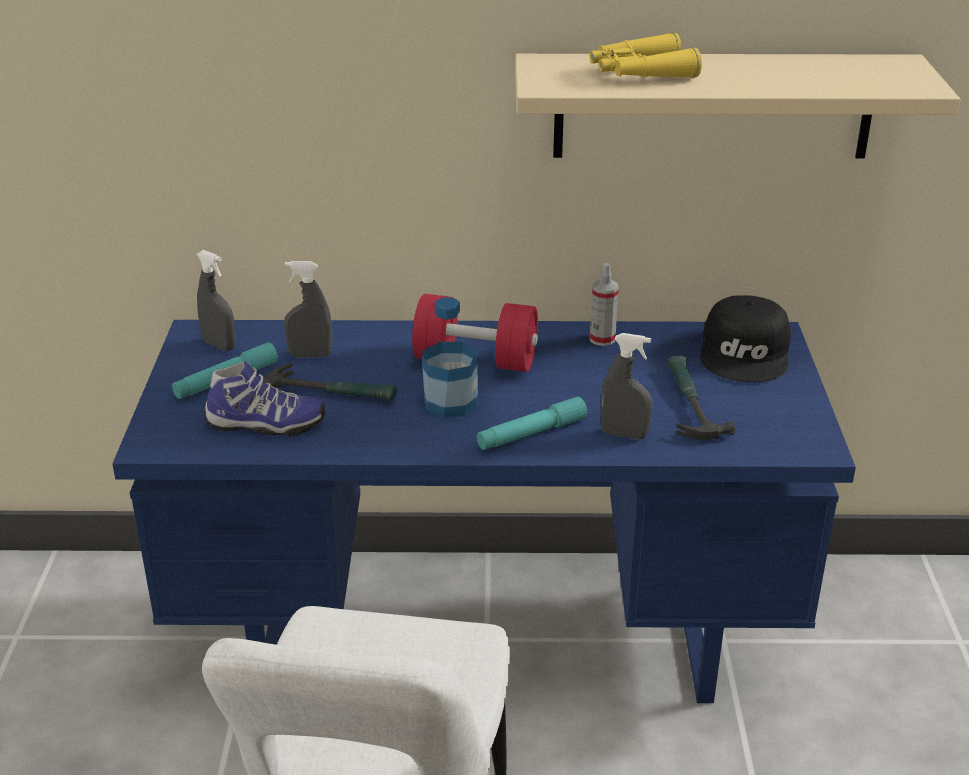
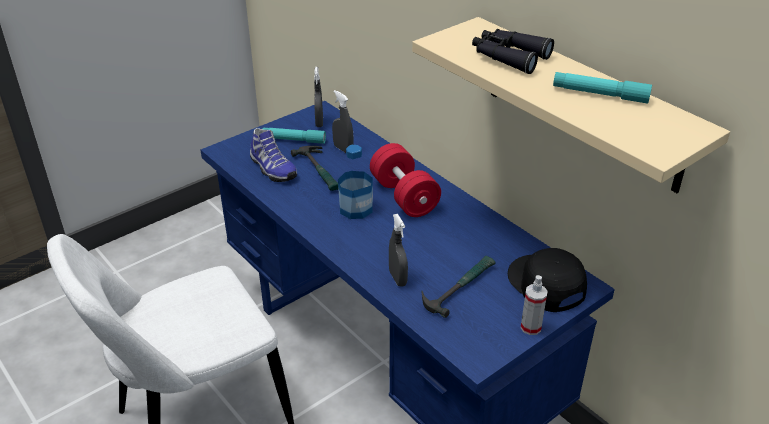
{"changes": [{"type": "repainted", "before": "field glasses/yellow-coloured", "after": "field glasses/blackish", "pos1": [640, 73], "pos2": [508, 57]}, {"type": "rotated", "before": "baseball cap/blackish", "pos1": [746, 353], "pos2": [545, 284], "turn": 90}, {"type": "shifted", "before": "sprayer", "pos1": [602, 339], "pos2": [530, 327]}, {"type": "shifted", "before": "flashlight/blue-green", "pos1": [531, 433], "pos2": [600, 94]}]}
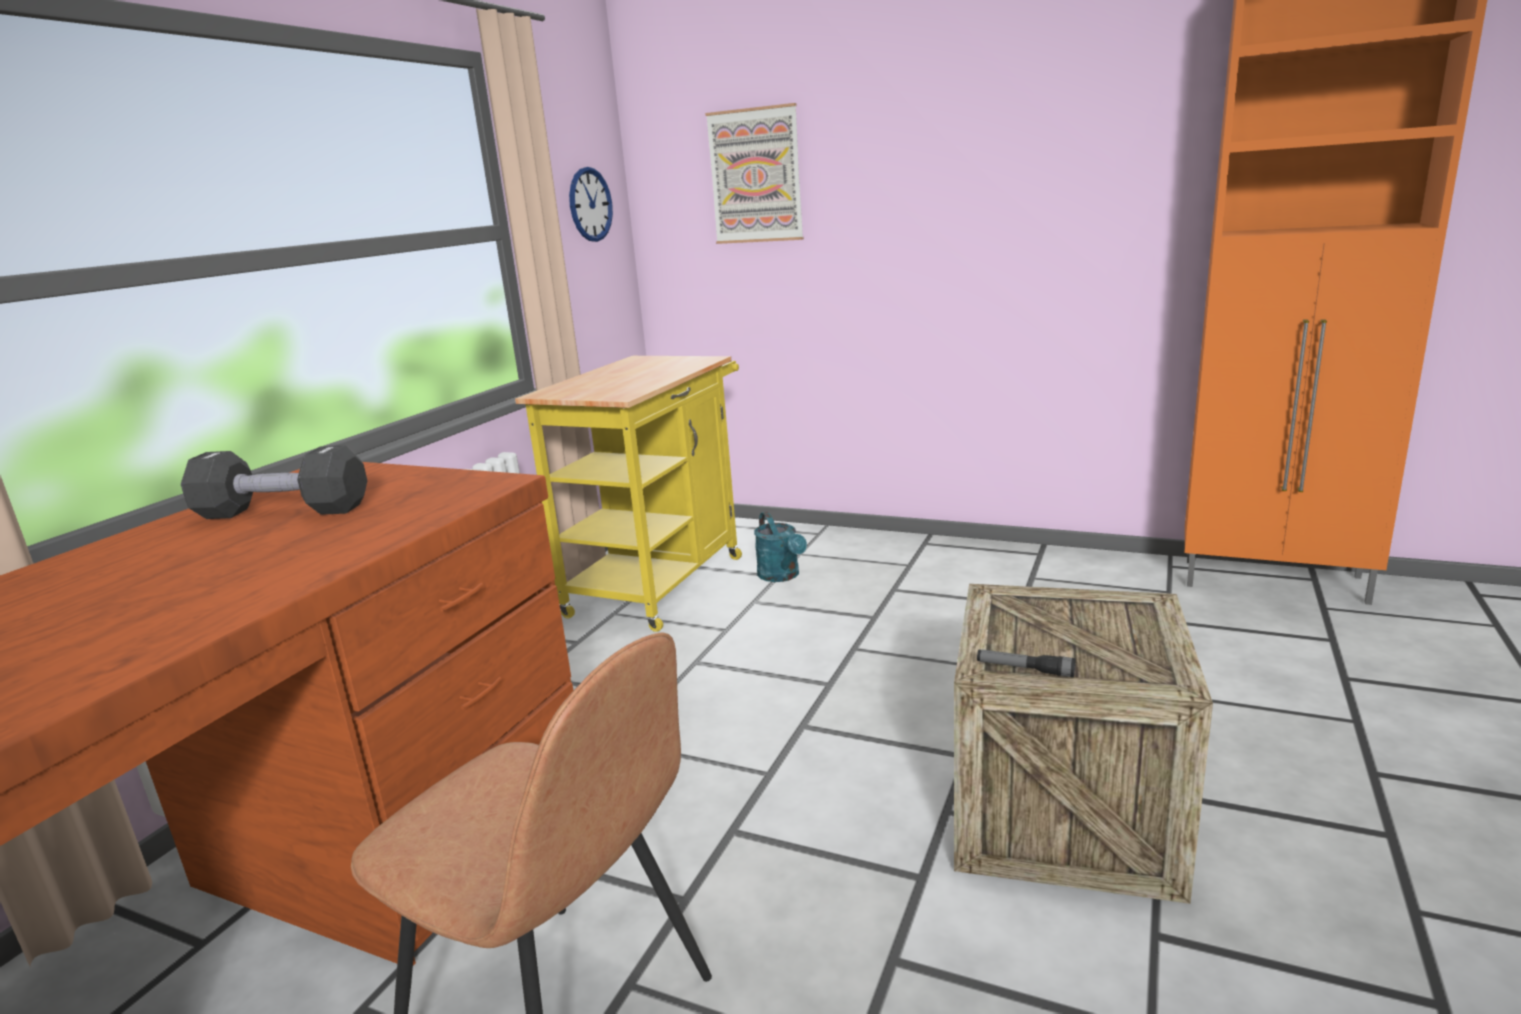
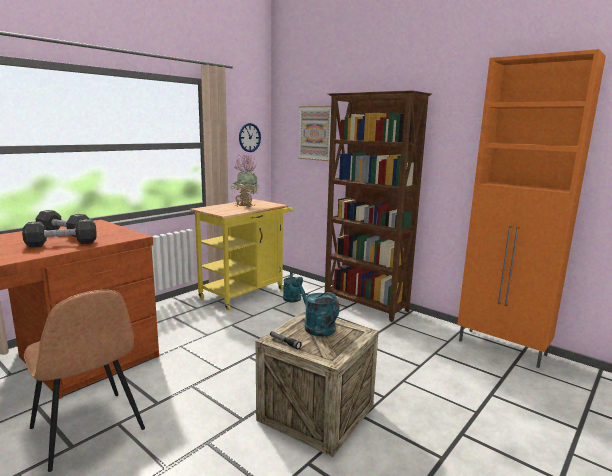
{"changes": [{"type": "new", "after": "dumbbell/blackish", "pos2": [62, 244]}, {"type": "new", "after": "plant in a pot", "pos2": [245, 206]}, {"type": "new", "after": "watering can/blue-green", "pos2": [315, 326]}, {"type": "new", "after": "shelving unit/brownish", "pos2": [365, 305]}]}
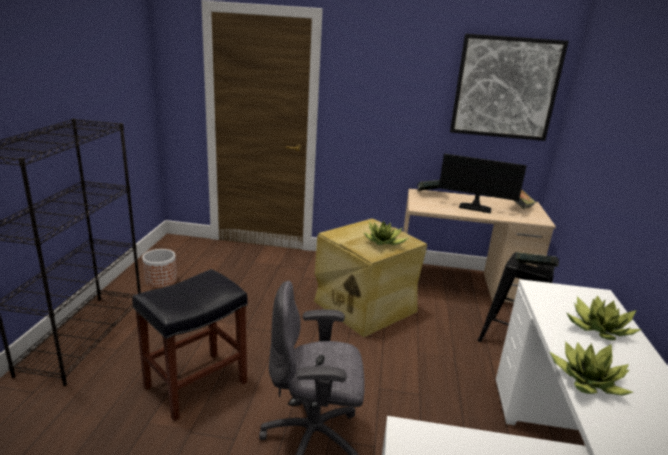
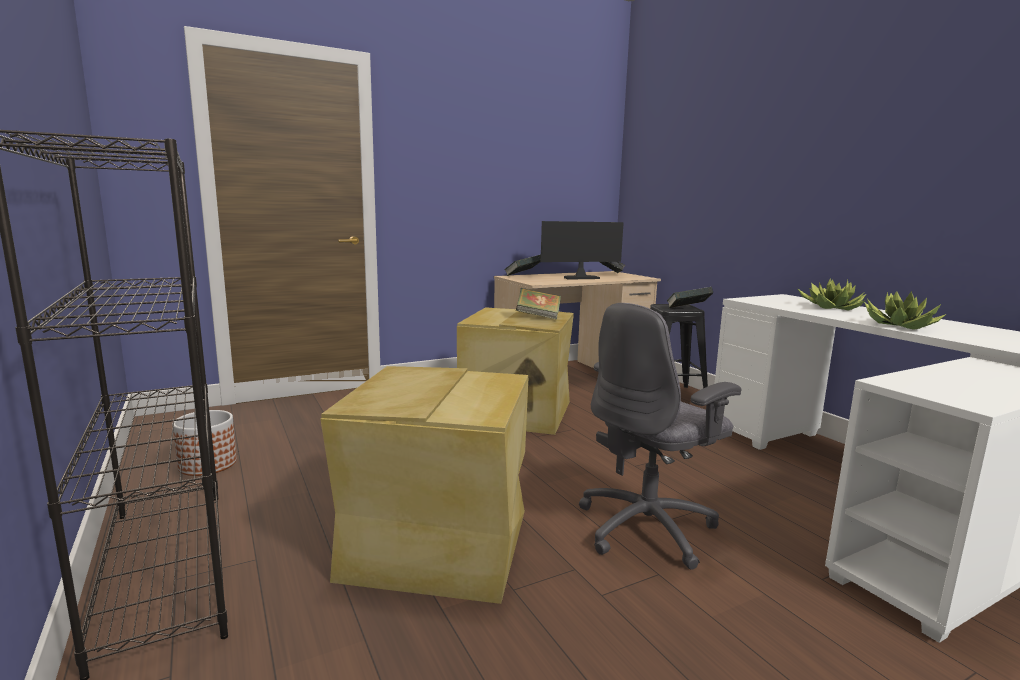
{"changes": [{"type": "swapped", "before": "stool seat/blackish", "after": "storage container/sand-coloured", "pos1": [197, 383], "pos2": [441, 542]}, {"type": "swapped", "before": "plant in a pot", "after": "bound book", "pos1": [383, 242], "pos2": [538, 317]}, {"type": "gone", "before": "wall art", "pos1": [505, 88]}]}
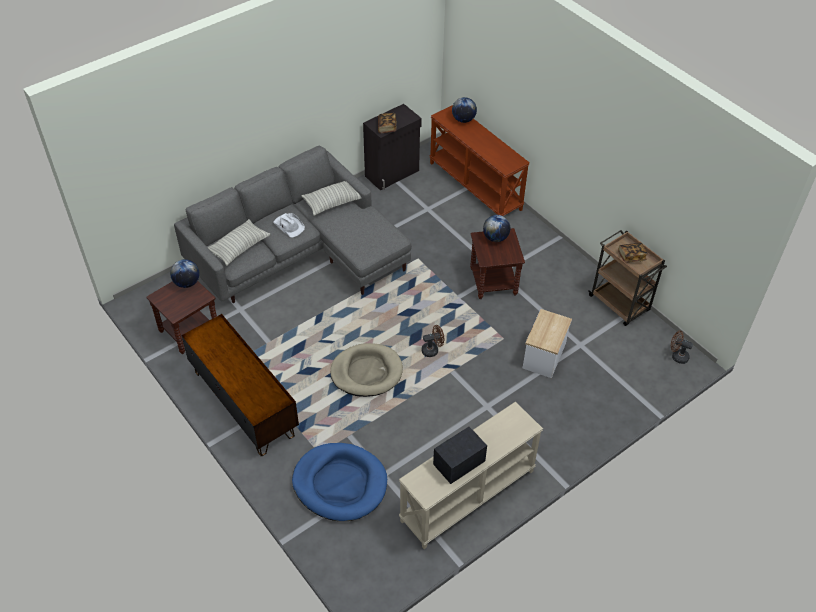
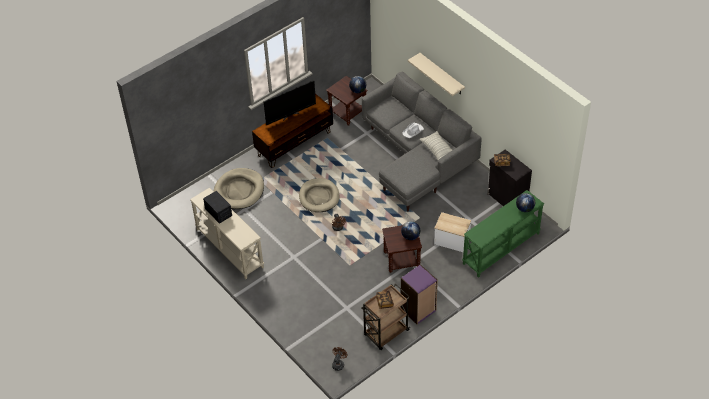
{"changes": [{"type": "repainted", "before": "pet bed/bluish", "after": "pet bed/sand-coloured", "pos1": [340, 484], "pos2": [239, 190]}, {"type": "new", "after": "TV set", "pos2": [290, 115]}, {"type": "new", "after": "shelving unit/purple", "pos2": [418, 310]}, {"type": "new", "after": "shelf/sand-coloured", "pos2": [442, 74]}, {"type": "shifted", "before": "end table", "pos1": [543, 356], "pos2": [452, 241]}, {"type": "repainted", "before": "console table/brownish", "after": "console table/green", "pos1": [476, 186], "pos2": [501, 249]}, {"type": "gone", "before": "pillow", "pos1": [239, 247]}]}
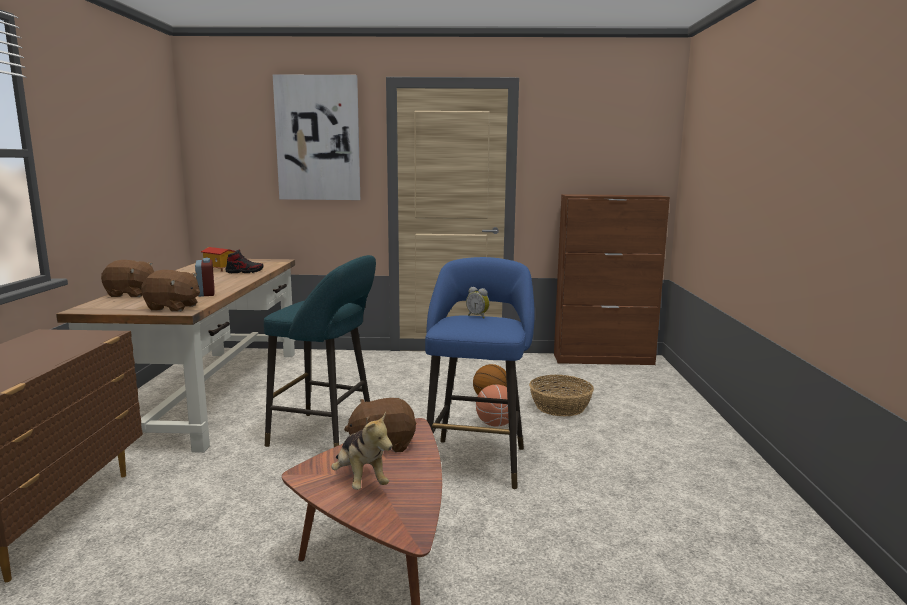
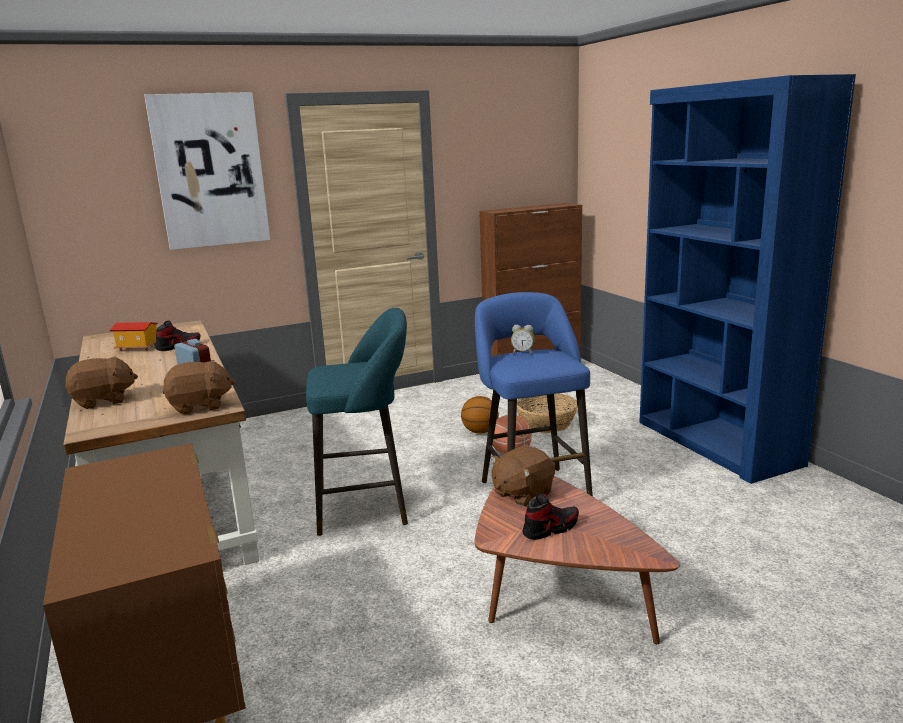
{"changes": [{"type": "swapped", "before": "plush toy", "after": "low shoe", "pos1": [360, 480], "pos2": [550, 528]}, {"type": "new", "after": "shelving unit/bluish", "pos2": [716, 443]}]}
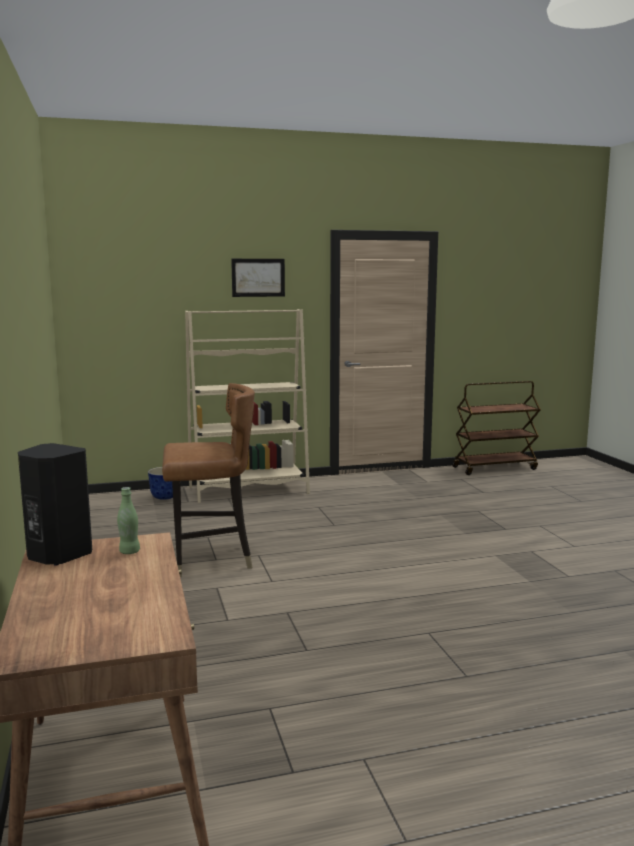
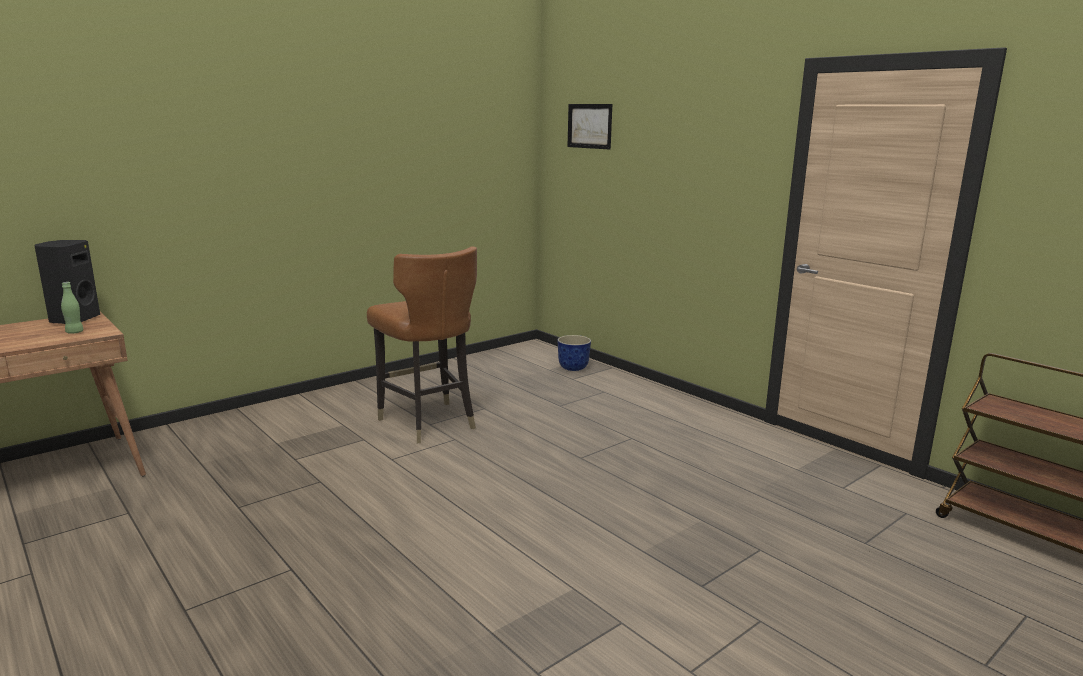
{"changes": [{"type": "shifted", "before": "wall art", "pos1": [258, 277], "pos2": [589, 126]}, {"type": "gone", "before": "shelving unit/sand-coloured", "pos1": [248, 490]}]}
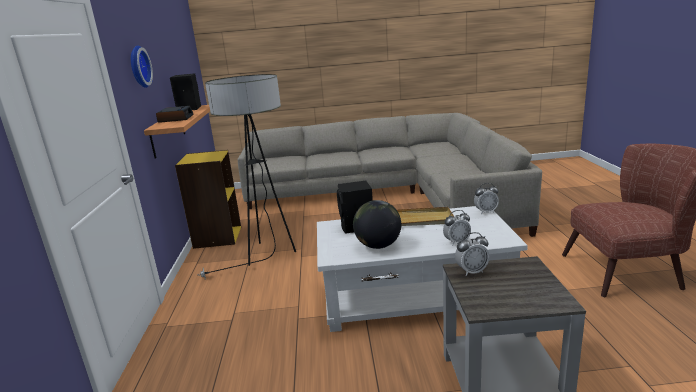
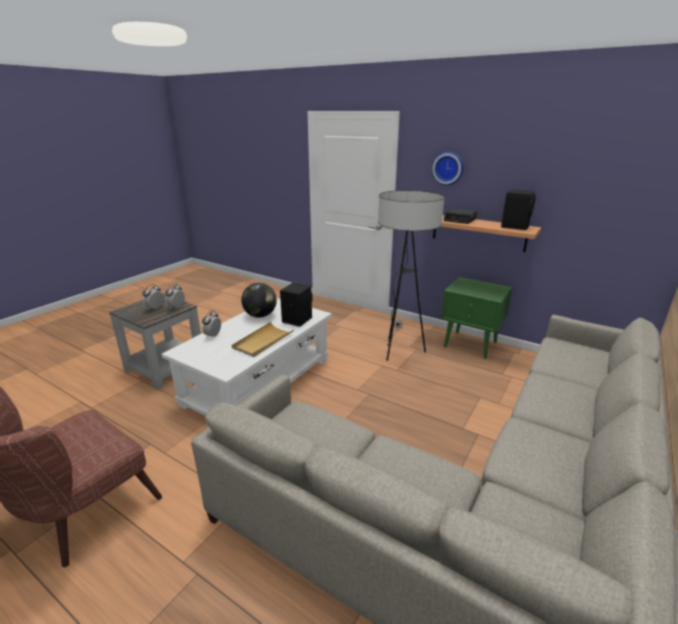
{"changes": [{"type": "shifted", "before": "bedside clock", "pos1": [485, 212], "pos2": [155, 308]}, {"type": "swapped", "before": "shelving unit/yellow-coloured", "after": "night table/green", "pos1": [217, 237], "pos2": [471, 344]}]}
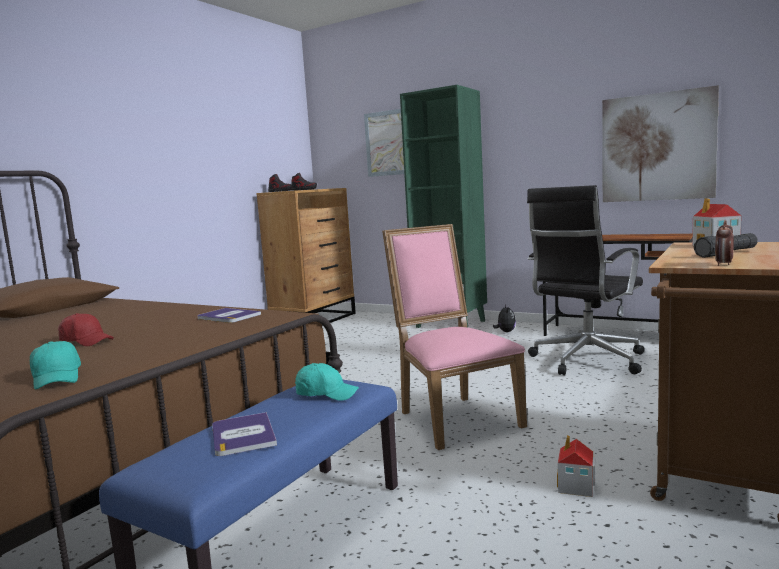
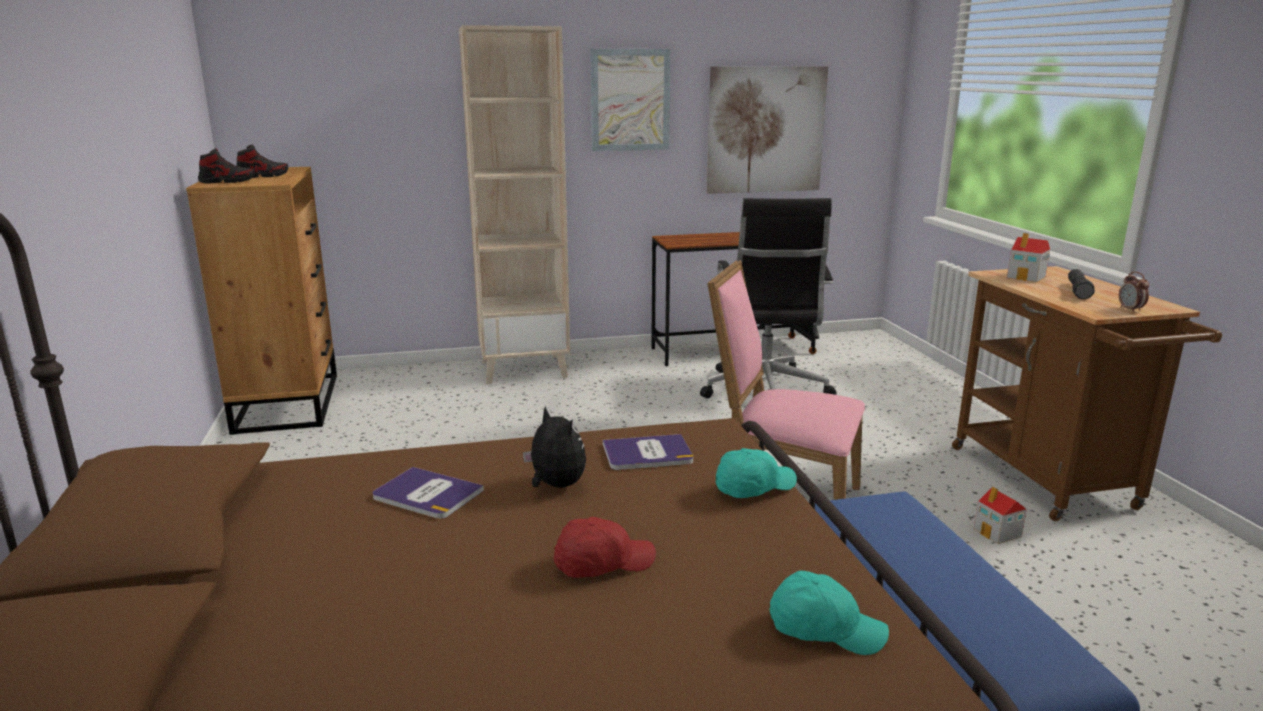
{"changes": [{"type": "shifted", "before": "bound book", "pos1": [243, 435], "pos2": [427, 494]}, {"type": "repainted", "before": "shelving unit/green", "after": "shelving unit/sand-coloured", "pos1": [451, 324], "pos2": [524, 369]}, {"type": "shifted", "before": "plush toy", "pos1": [505, 332], "pos2": [555, 486]}, {"type": "shifted", "before": "wall art", "pos1": [388, 143], "pos2": [630, 100]}, {"type": "shifted", "before": "baseball cap/blue-green", "pos1": [326, 394], "pos2": [753, 487]}]}
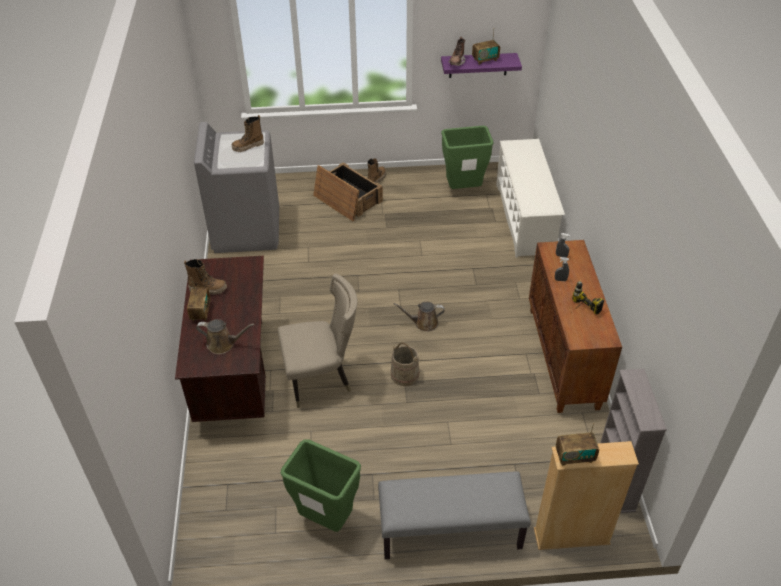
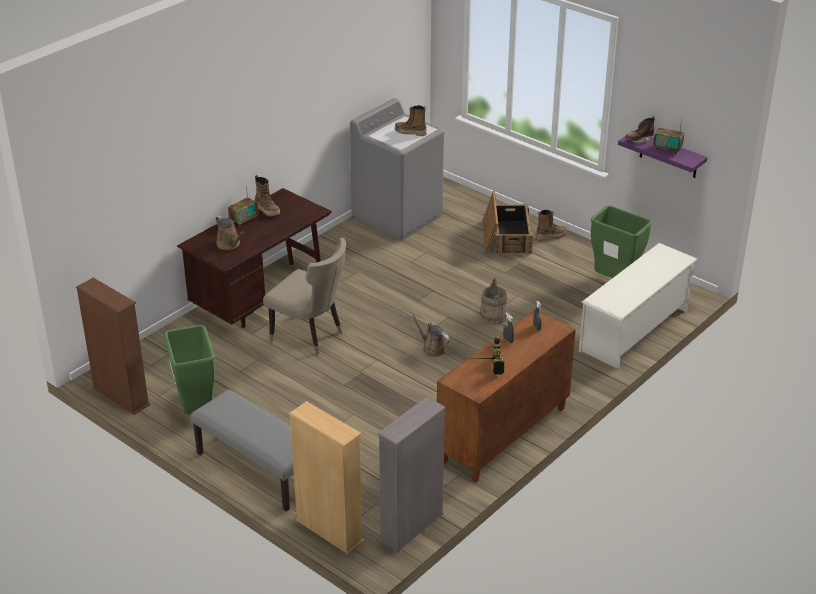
{"changes": [{"type": "new", "after": "shelving unit/brownish", "pos2": [121, 397]}, {"type": "shifted", "before": "bucket/sand-coloured", "pos1": [405, 374], "pos2": [493, 316]}, {"type": "gone", "before": "radio", "pos1": [574, 456]}]}
